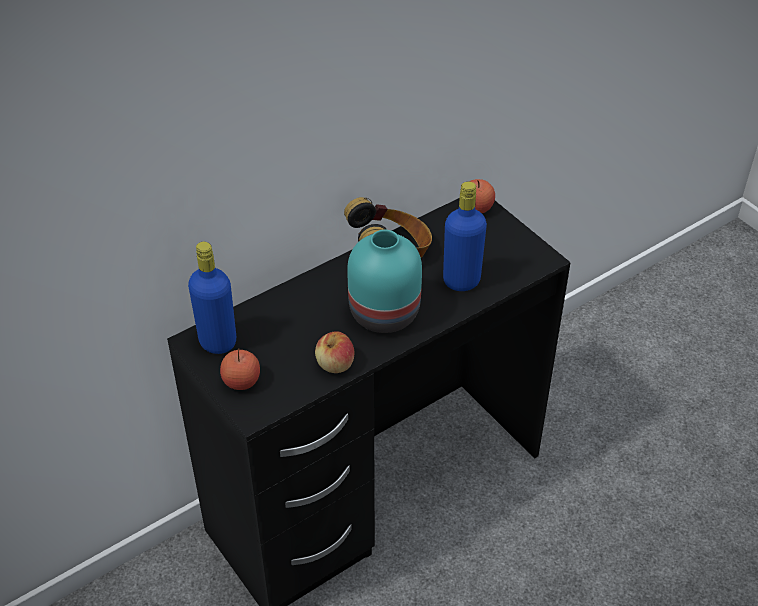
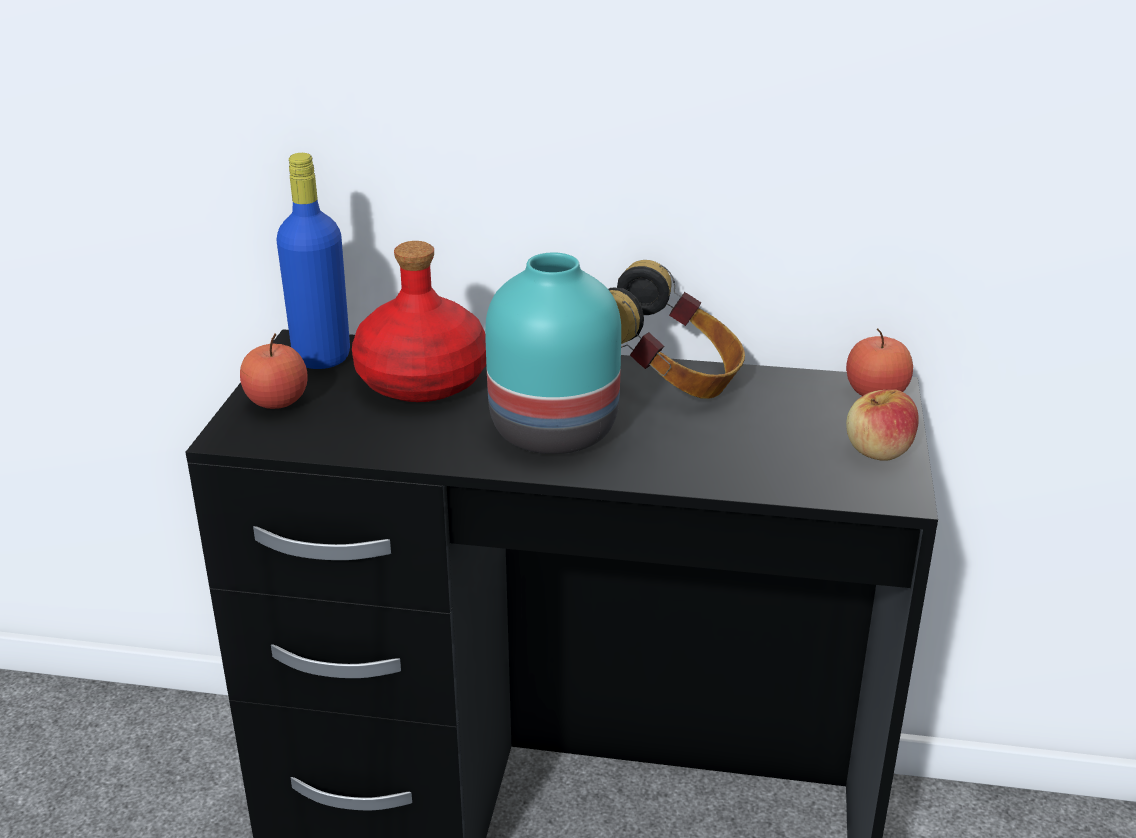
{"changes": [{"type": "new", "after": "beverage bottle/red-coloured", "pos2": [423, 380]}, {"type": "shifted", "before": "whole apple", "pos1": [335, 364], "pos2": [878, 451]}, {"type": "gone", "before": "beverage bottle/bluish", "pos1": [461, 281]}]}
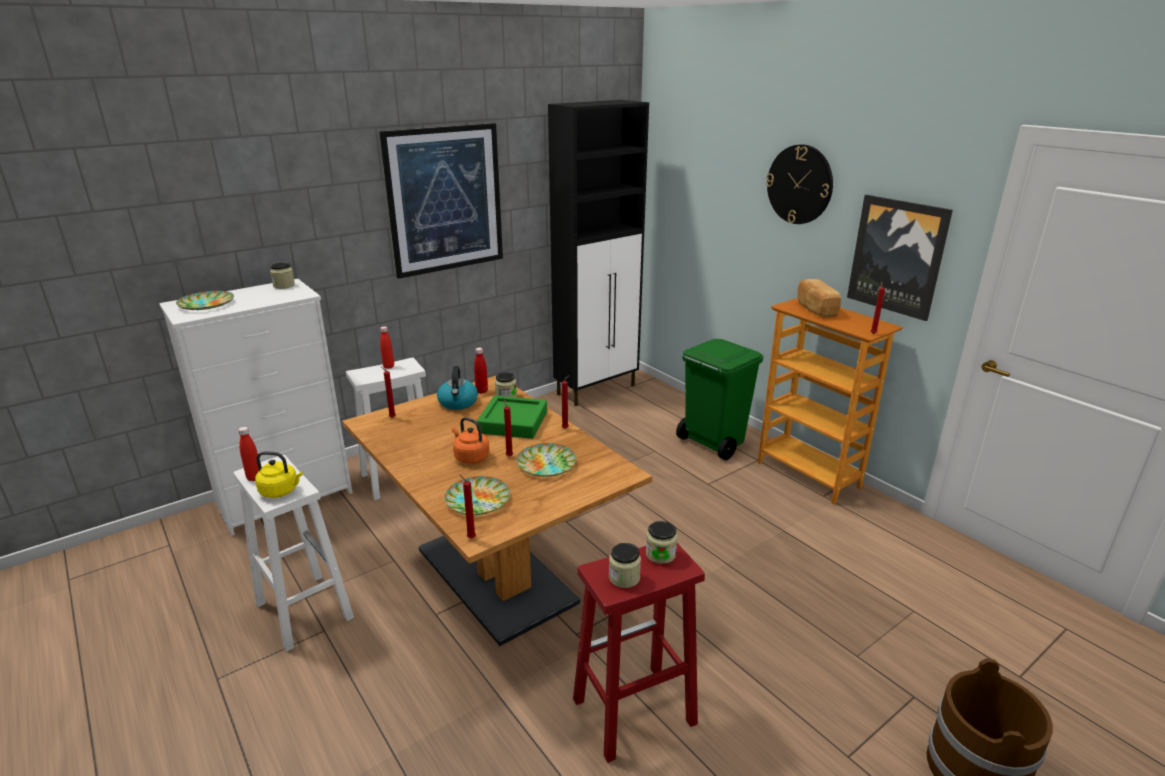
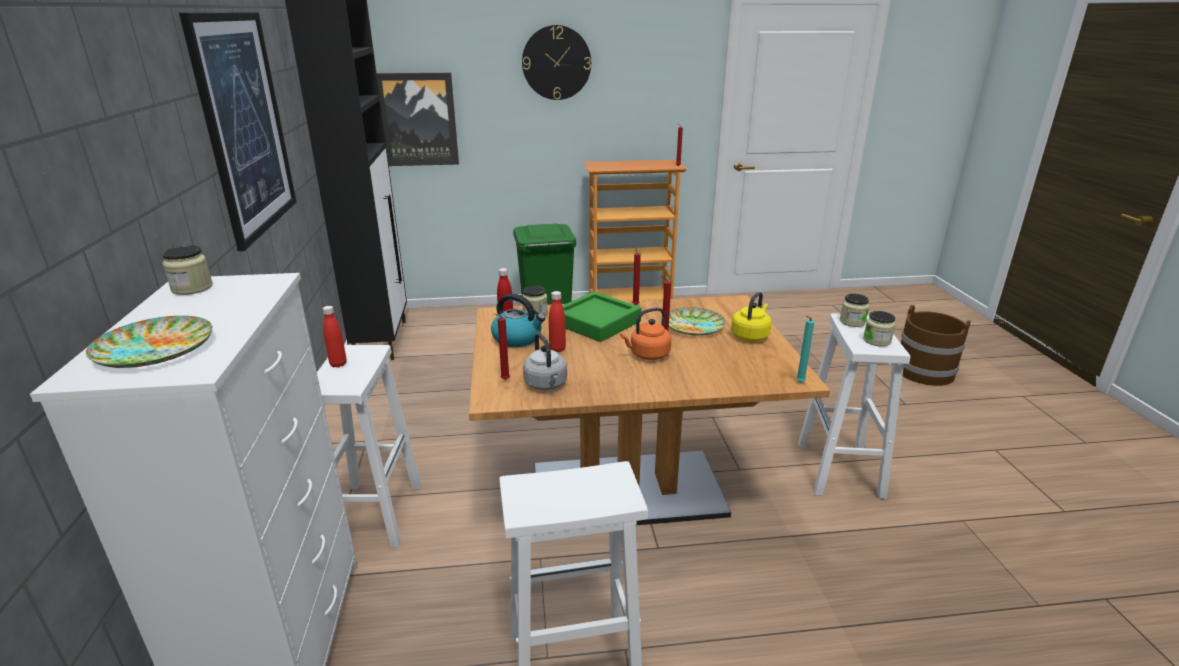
{"changes": [{"type": "shifted", "before": "wall art", "pos1": [897, 256], "pos2": [418, 120]}, {"type": "new", "after": "kettle/grey", "pos2": [546, 385]}, {"type": "shifted", "before": "beverage bottle/red-coloured", "pos1": [254, 478], "pos2": [557, 349]}, {"type": "shifted", "before": "kettle/yellow-coloured", "pos1": [281, 491], "pos2": [750, 335]}, {"type": "repainted", "before": "wax light/red-coloured", "after": "wax light/blue-green", "pos1": [470, 537], "pos2": [799, 383]}, {"type": "repainted", "before": "stool seat/red-coloured", "after": "stool seat/white-coloured", "pos1": [632, 712], "pos2": [840, 471]}, {"type": "gone", "before": "plate", "pos1": [477, 500]}, {"type": "gone", "before": "baked bread", "pos1": [815, 309]}]}
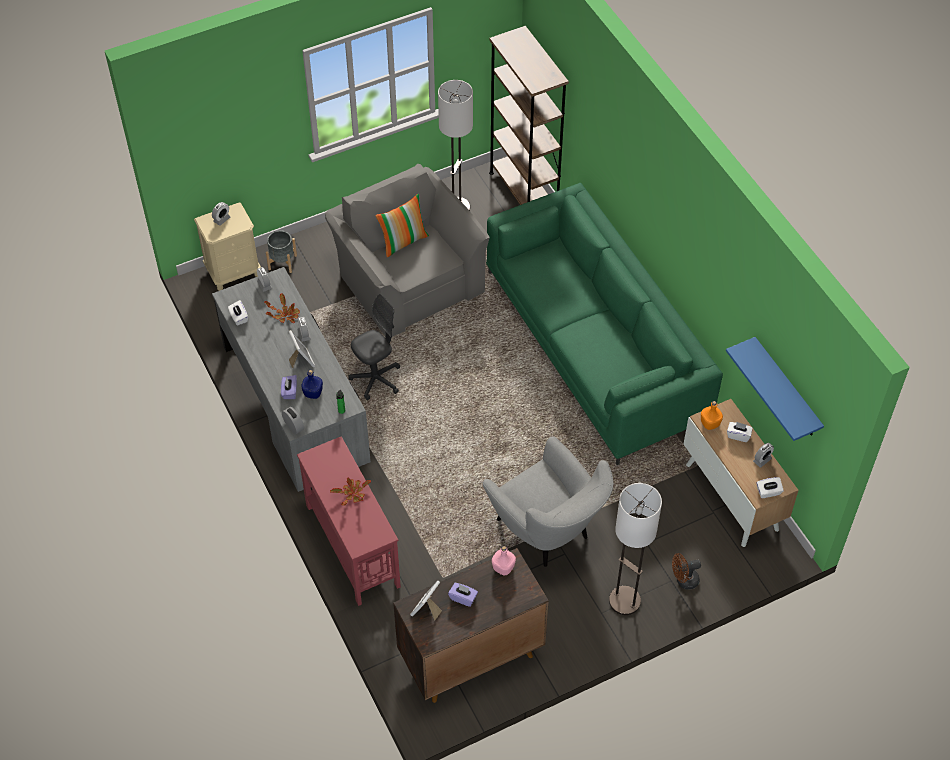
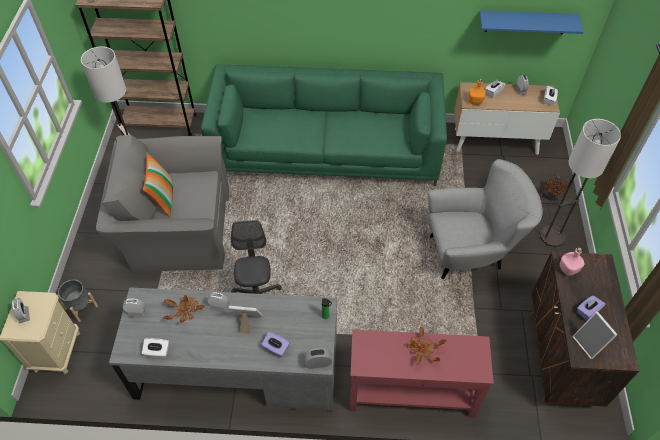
{"changes": [{"type": "gone", "before": "beverage bottle/bluish", "pos1": [313, 393]}]}
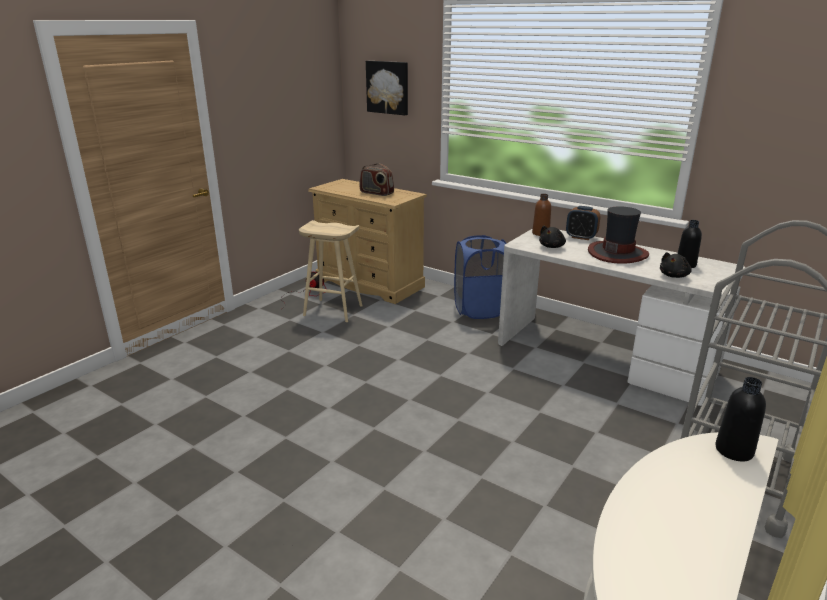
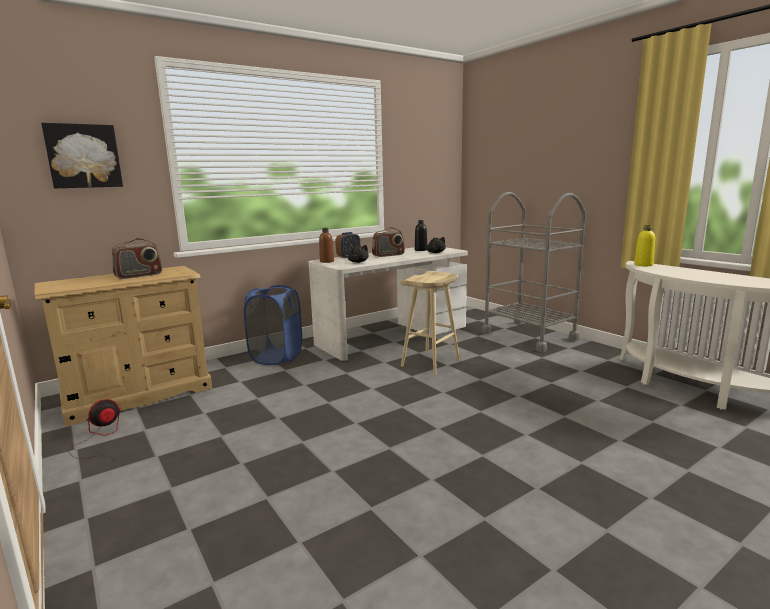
{"changes": [{"type": "swapped", "before": "clothing hat", "after": "radio", "pos1": [617, 253], "pos2": [388, 255]}, {"type": "shifted", "before": "stool seat/sand-coloured", "pos1": [332, 310], "pos2": [430, 363]}, {"type": "repainted", "before": "beverage bottle/blackish", "after": "beverage bottle/yellow-coloured", "pos1": [734, 450], "pos2": [643, 265]}]}
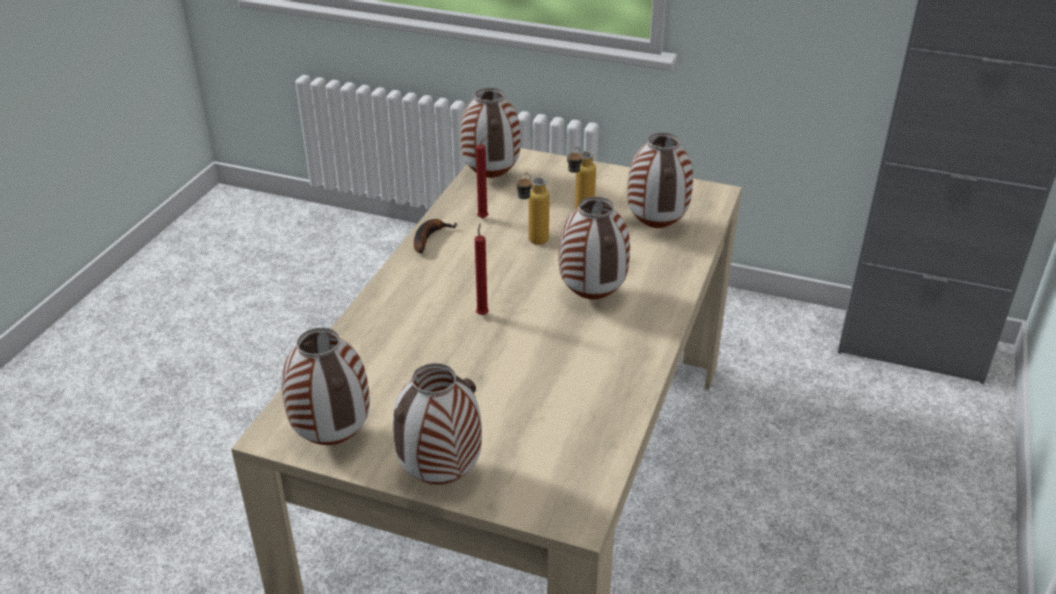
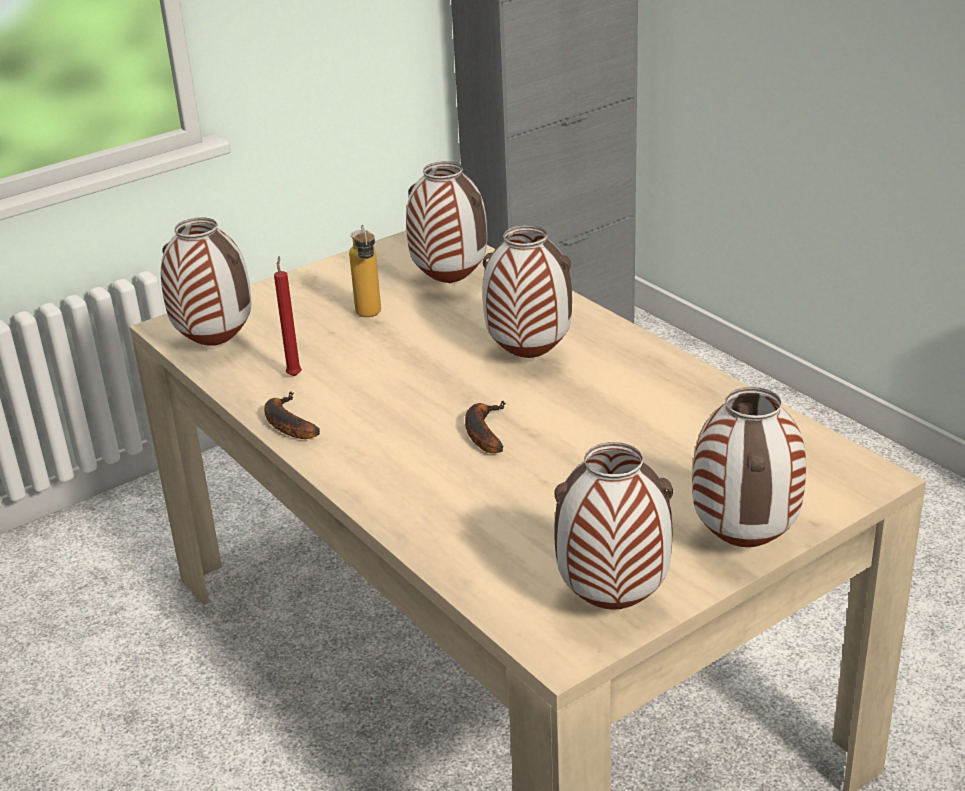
{"changes": [{"type": "swapped", "before": "wax light/red-coloured", "after": "banana", "pos1": [482, 313], "pos2": [483, 432]}, {"type": "gone", "before": "beverage bottle", "pos1": [532, 243]}]}
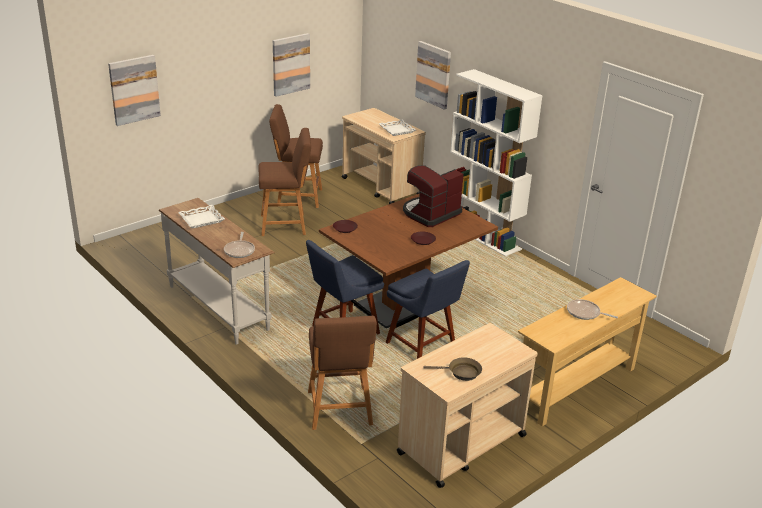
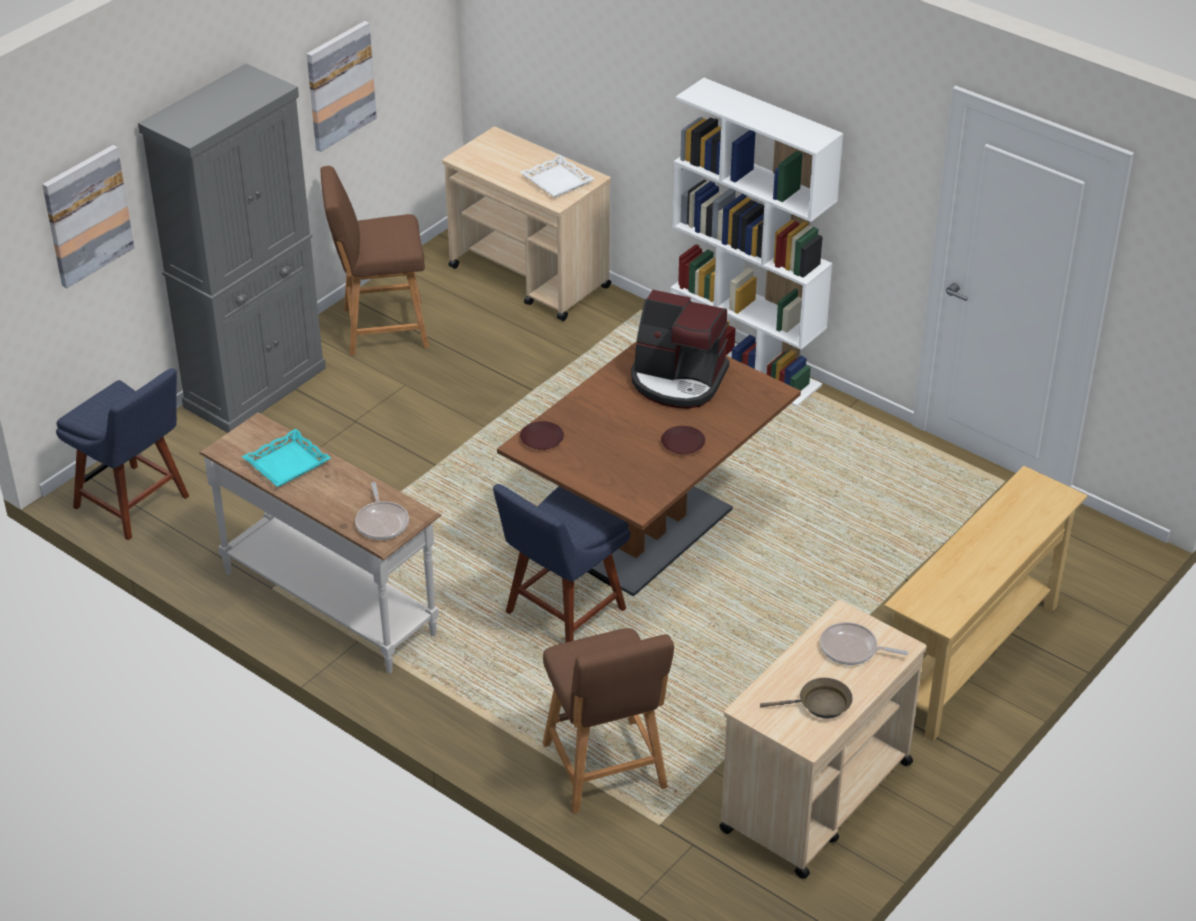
{"changes": [{"type": "shifted", "before": "chair/bluish", "pos1": [423, 346], "pos2": [135, 504]}, {"type": "new", "after": "storage cabinet/grey", "pos2": [255, 387]}, {"type": "repainted", "before": "tray/white-coloured", "after": "tray/blue-green", "pos1": [201, 220], "pos2": [287, 464]}, {"type": "rotated", "before": "coffee maker", "pos1": [430, 213], "pos2": [678, 380], "turn": -105}, {"type": "shifted", "before": "frying pan", "pos1": [585, 313], "pos2": [852, 649]}, {"type": "gone", "before": "stool seat/brownish", "pos1": [286, 225]}, {"type": "gone", "before": "wall art", "pos1": [433, 74]}]}
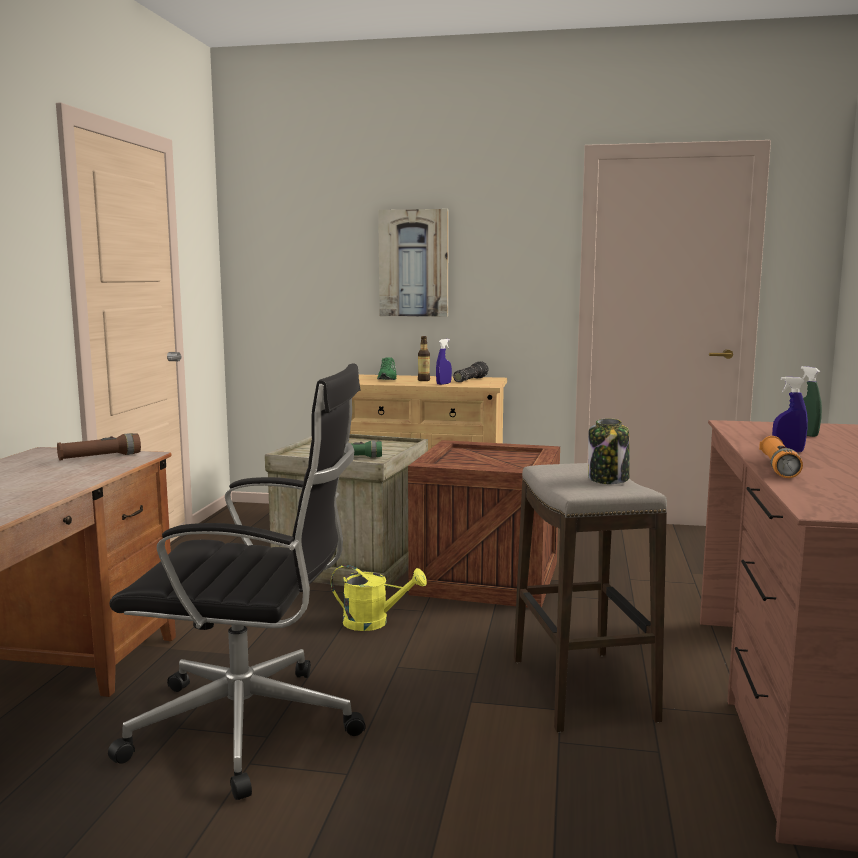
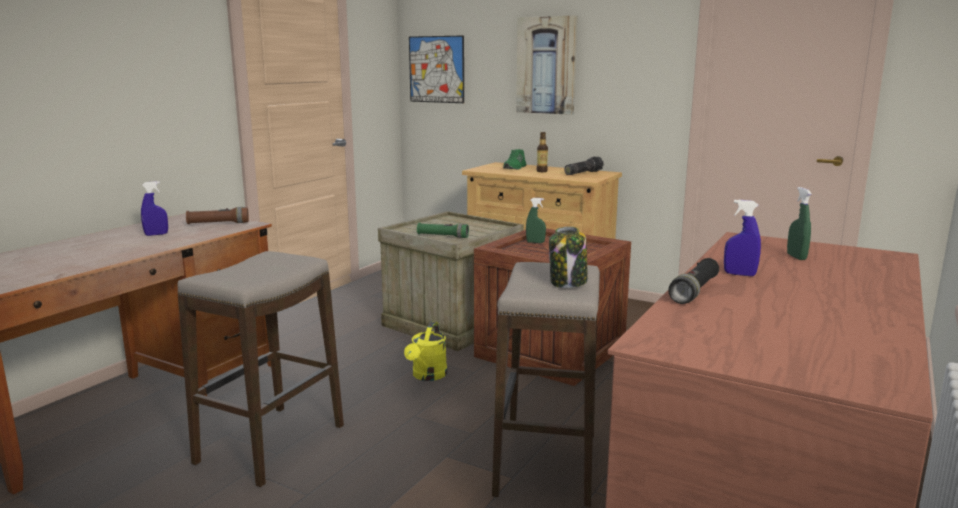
{"changes": [{"type": "shifted", "before": "sprayer/bluish", "pos1": [443, 384], "pos2": [156, 234]}, {"type": "swapped", "before": "computer chair/blackish", "after": "stool seat", "pos1": [251, 728], "pos2": [272, 444]}, {"type": "rotated", "before": "watering can/yellow-coloured", "pos1": [374, 622], "pos2": [427, 376], "turn": 75}, {"type": "new", "after": "wall art", "pos2": [436, 69]}, {"type": "new", "after": "sprayer/green", "pos2": [535, 242]}, {"type": "repainted", "before": "flashlight/orangey", "after": "flashlight/blackish", "pos1": [778, 468], "pos2": [694, 291]}]}
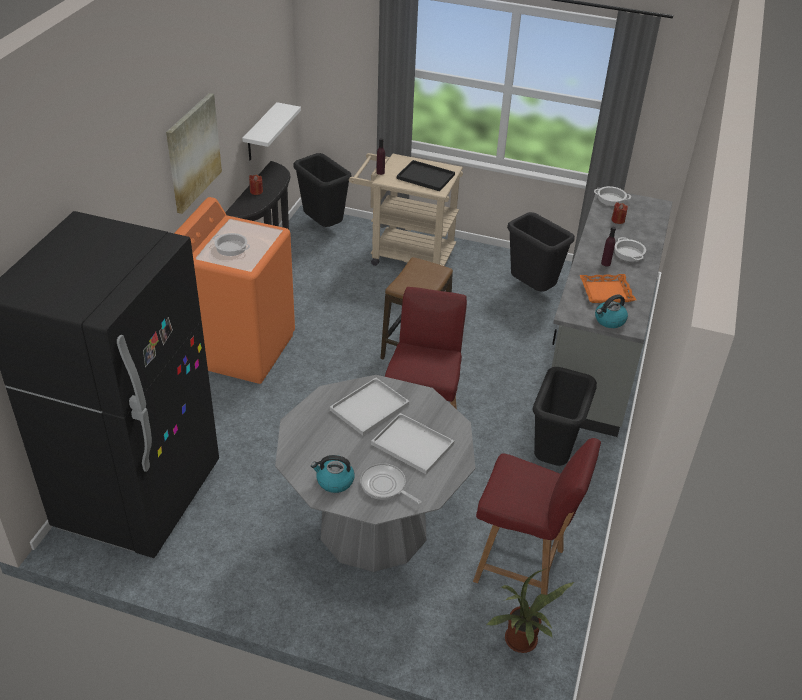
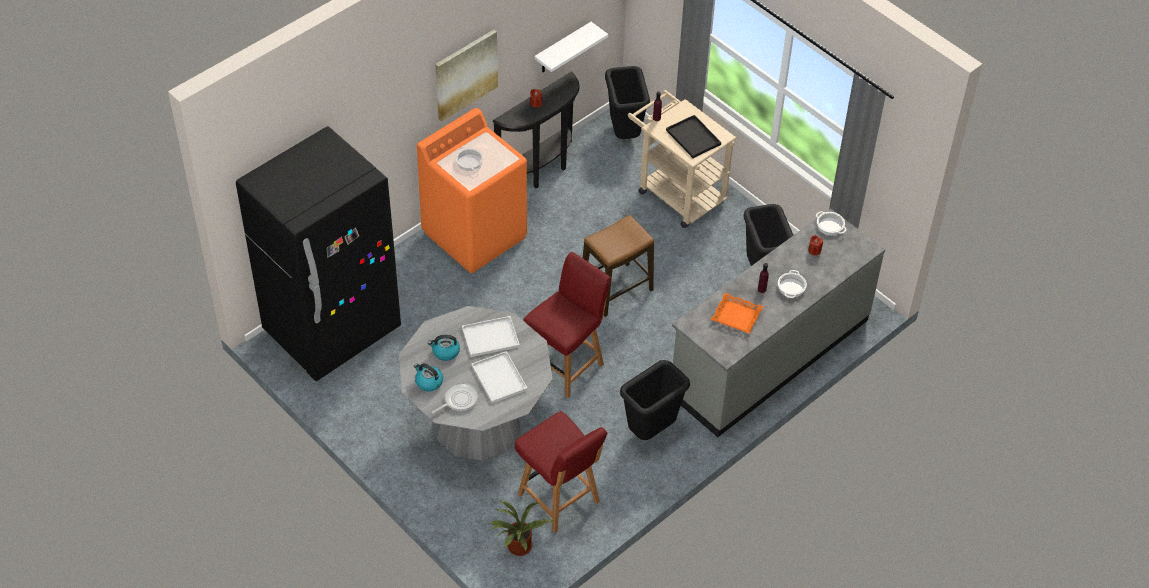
{"changes": [{"type": "shifted", "before": "kettle", "pos1": [609, 320], "pos2": [445, 352]}, {"type": "rotated", "before": "frying pan", "pos1": [385, 486], "pos2": [459, 400], "turn": 75}]}
